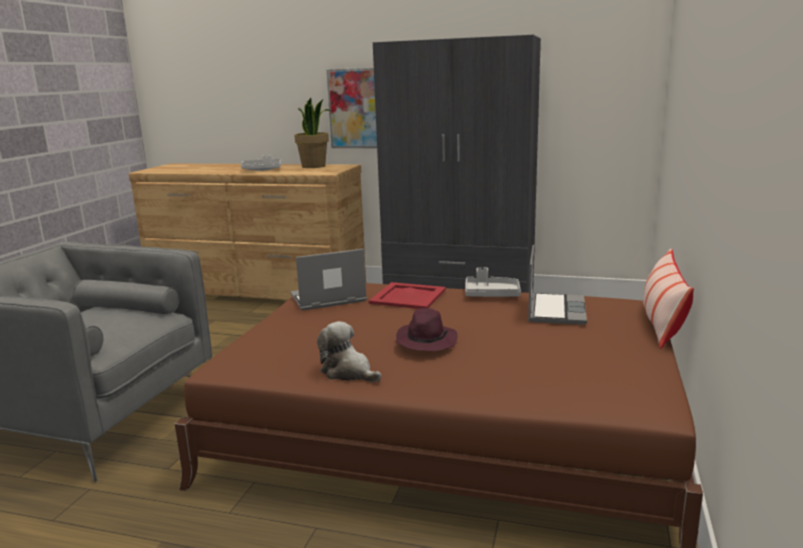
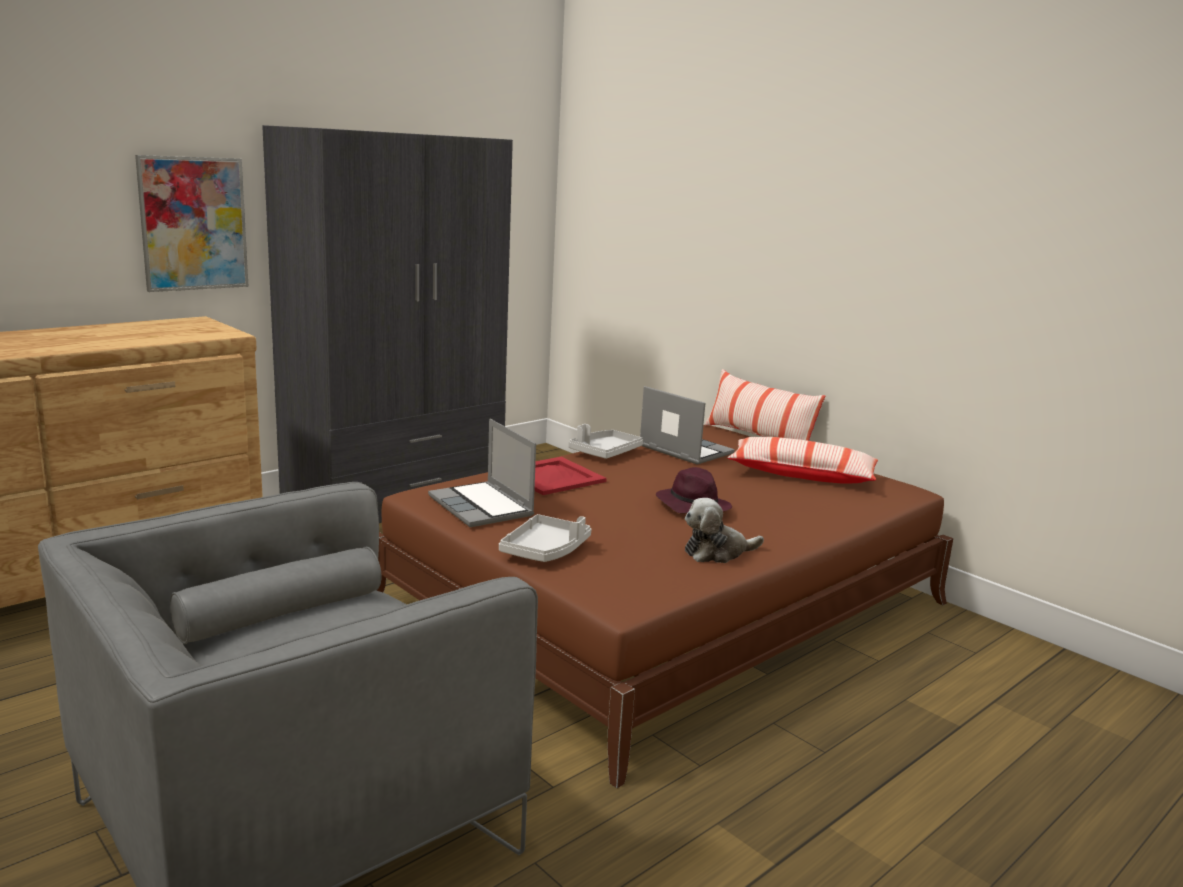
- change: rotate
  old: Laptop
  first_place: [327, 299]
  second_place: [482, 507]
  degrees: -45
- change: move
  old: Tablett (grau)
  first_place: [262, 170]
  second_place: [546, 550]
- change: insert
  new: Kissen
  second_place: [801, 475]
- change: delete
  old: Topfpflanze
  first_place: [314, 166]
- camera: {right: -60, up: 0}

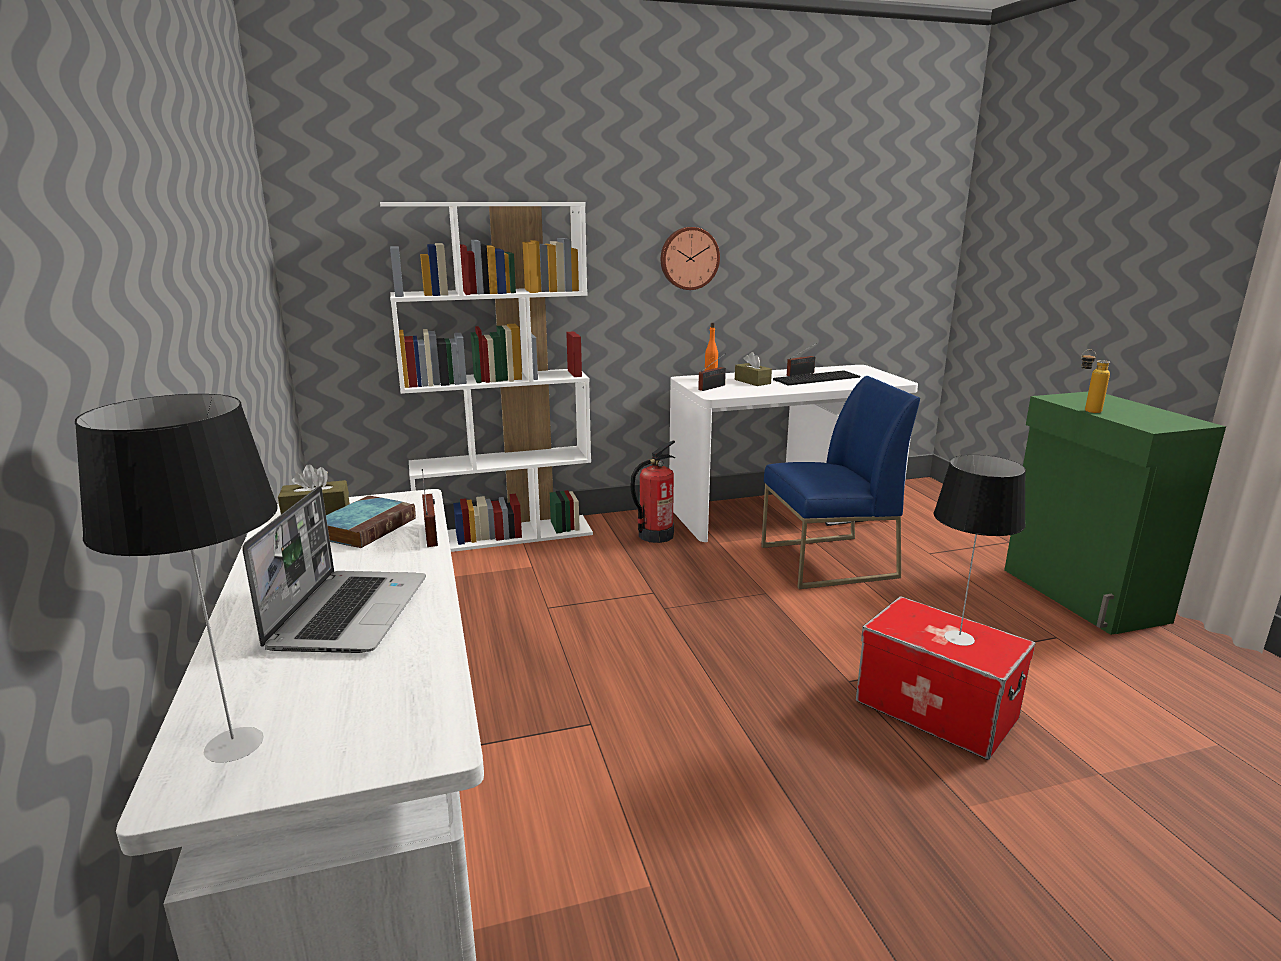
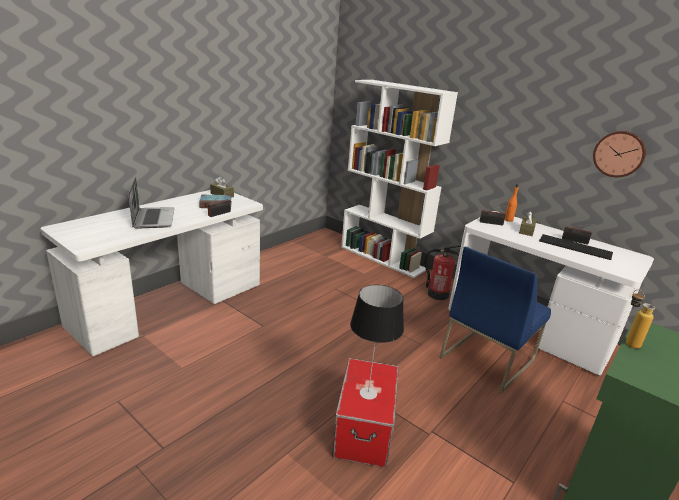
- change: rotate
  old: Laptop
  first_place: [349, 612]
  second_place: [153, 218]
  degrees: -75
- change: rotate
  old: Stuhl (blau)
  first_place: [827, 562]
  second_place: [486, 358]
  degrees: 90
- change: move
  old: Wanduhr
  first_place: [689, 258]
  second_place: [619, 154]
- change: delete
  old: Tischlampe
  first_place: [231, 746]
- camera: {right: 55, up: 5}

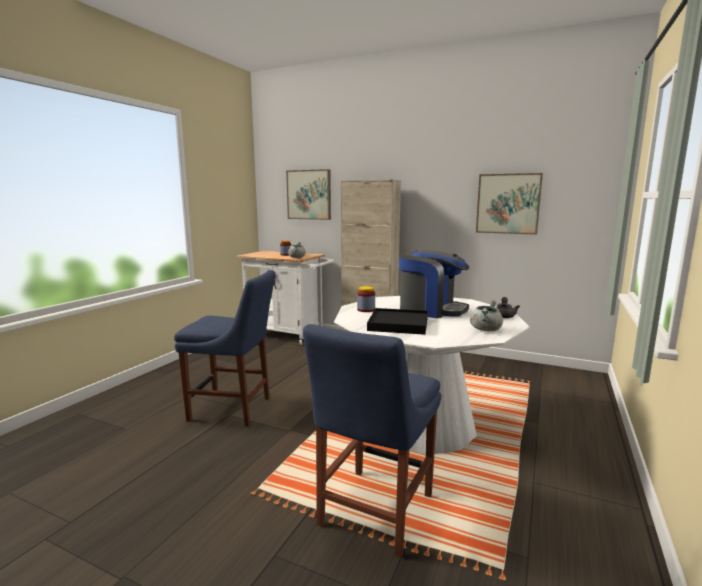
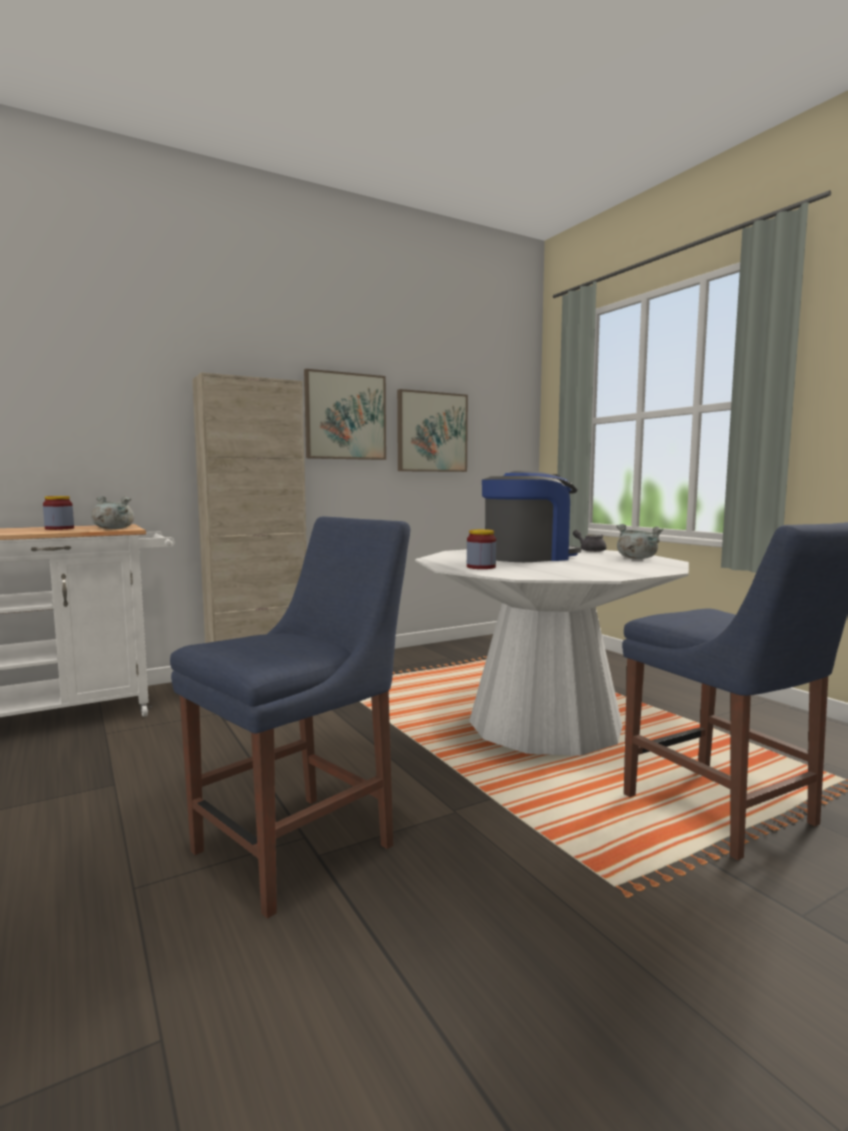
- change: move
  old: Bild
  first_place: [309, 194]
  second_place: [345, 416]
- change: delete
  old: Tablett (schwarz)
  first_place: [398, 324]
- camera: {right: -55, up: -5}

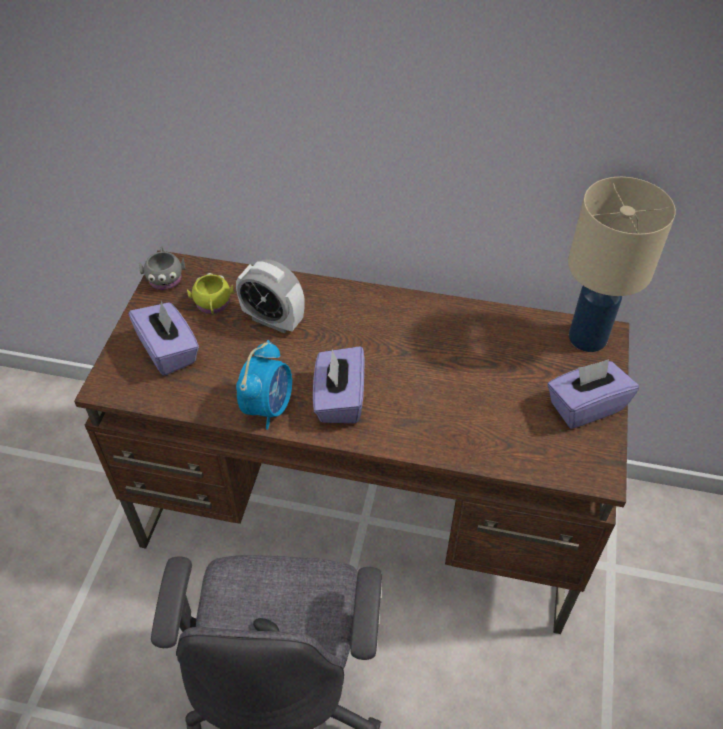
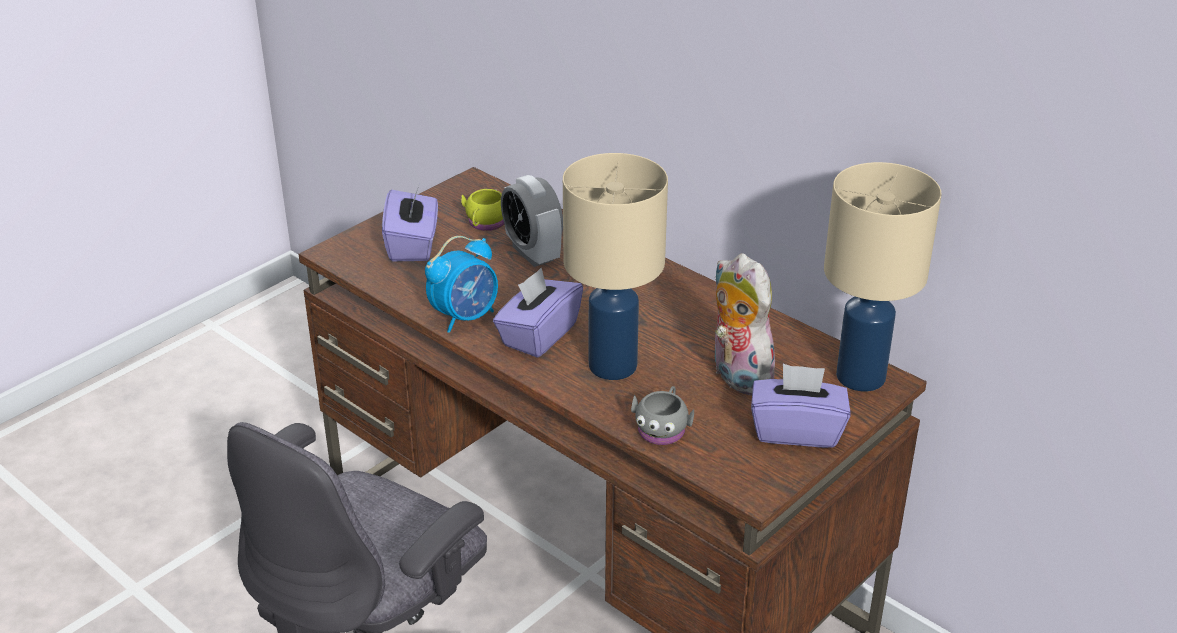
- change: insert
  new: Tischlampe (beige)
  second_place: [611, 366]
- change: move
  old: Henkelbecher (grau)
  first_place: [165, 277]
  second_place: [662, 429]
- change: insert
  new: Plüschtier
  second_place: [736, 376]
- camera: {right: 30, up: -15}

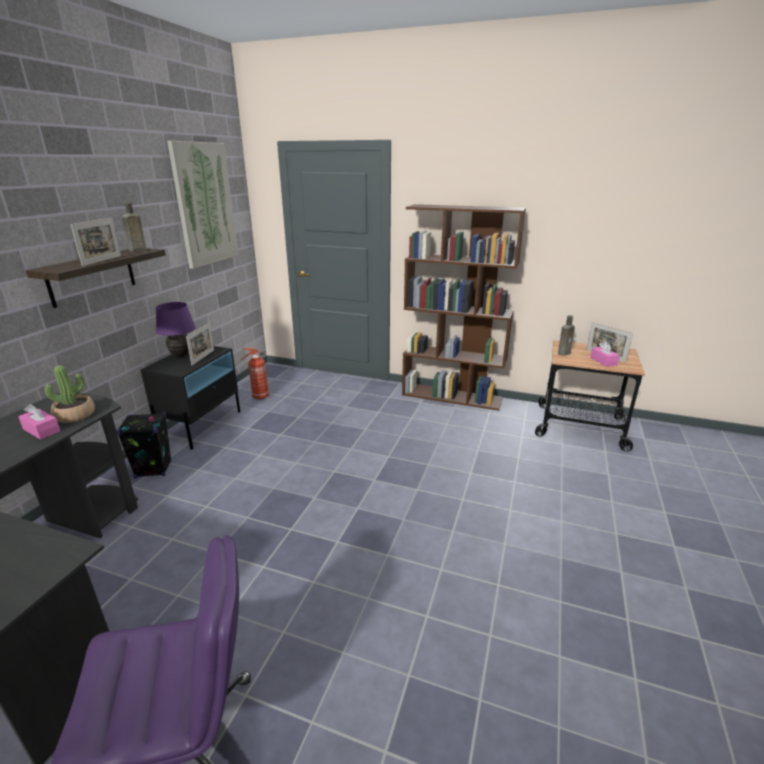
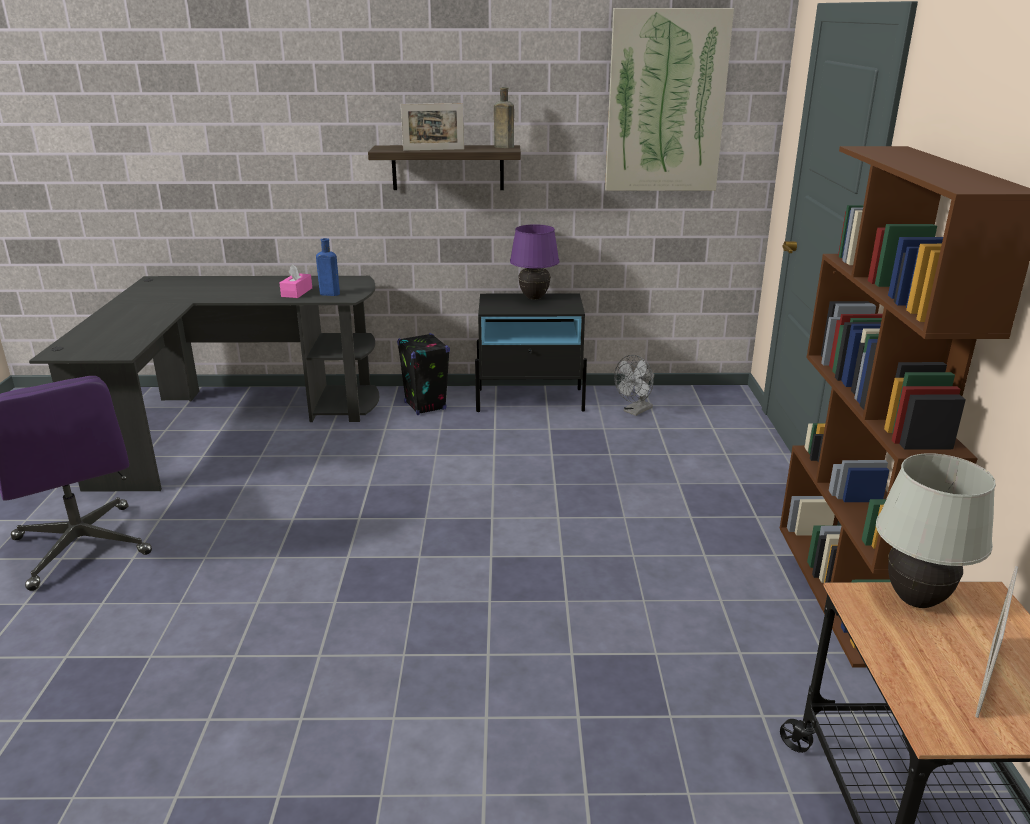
- change: replace
  old: Topfpflanze
  new: Flasche (blau)
  first_place: [75, 415]
  second_place: [328, 294]
- change: replace
  old: Feuerlöscher
  new: Ventilator (grau)
  first_place: [259, 397]
  second_place: [635, 411]
- change: replace
  old: Flasche (braun)
  new: Tischlampe (weiß)
  first_place: [564, 353]
  second_place: [915, 600]
- change: delete
  old: Bilderrahmen
  first_place: [203, 357]
- change: delete
  old: Taschentuchbox (rosa)
  first_place: [603, 361]
- camera: {right: 70, up: 0}

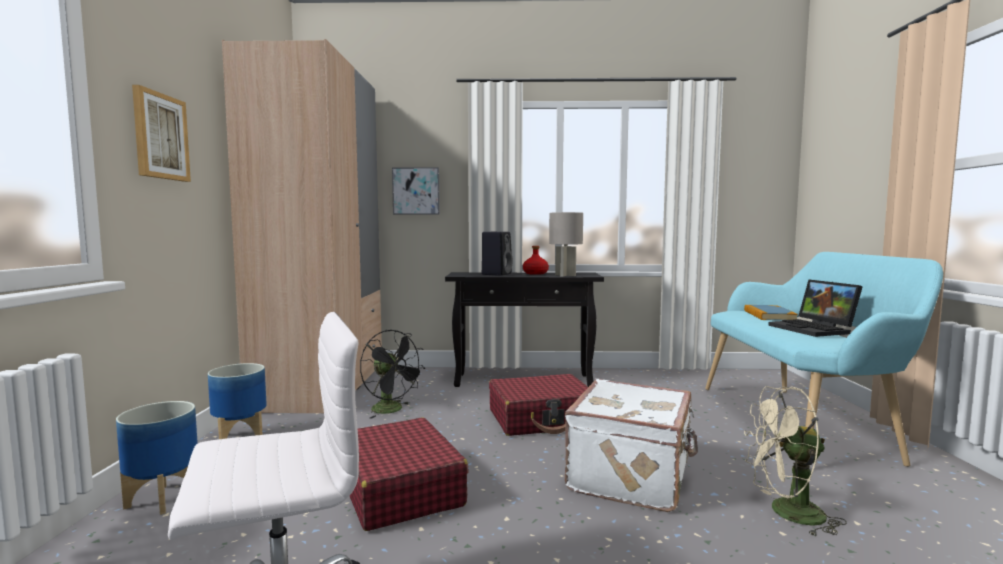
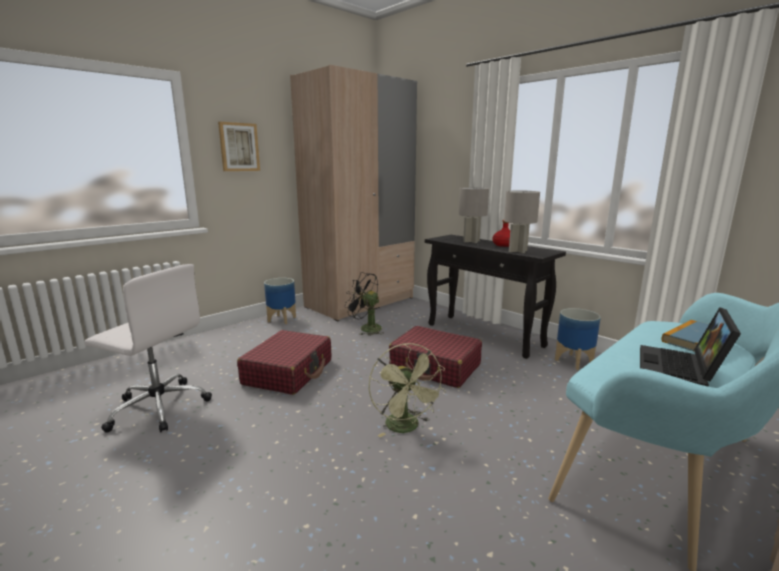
- change: rotate
  old: Ventilator (schwarz)
  first_place: [392, 410]
  second_place: [366, 328]
  degrees: 120
- change: replace
  old: Koffer (weiß)
  new: Ventilator (grün)
  first_place: [632, 476]
  second_place: [406, 428]
- change: replace
  old: Lautsprecher (schwarz)
  new: Tischlampe (grau)
  first_place: [497, 274]
  second_place: [471, 241]
- change: move
  old: Pflanzkübel
  first_place: [164, 498]
  second_place: [574, 361]
- change: delete
  old: Bild
  first_place: [416, 191]
- change: delete
  old: Ventilator (beige)
  first_place: [786, 513]
- camera: {right: 45, up: 10}

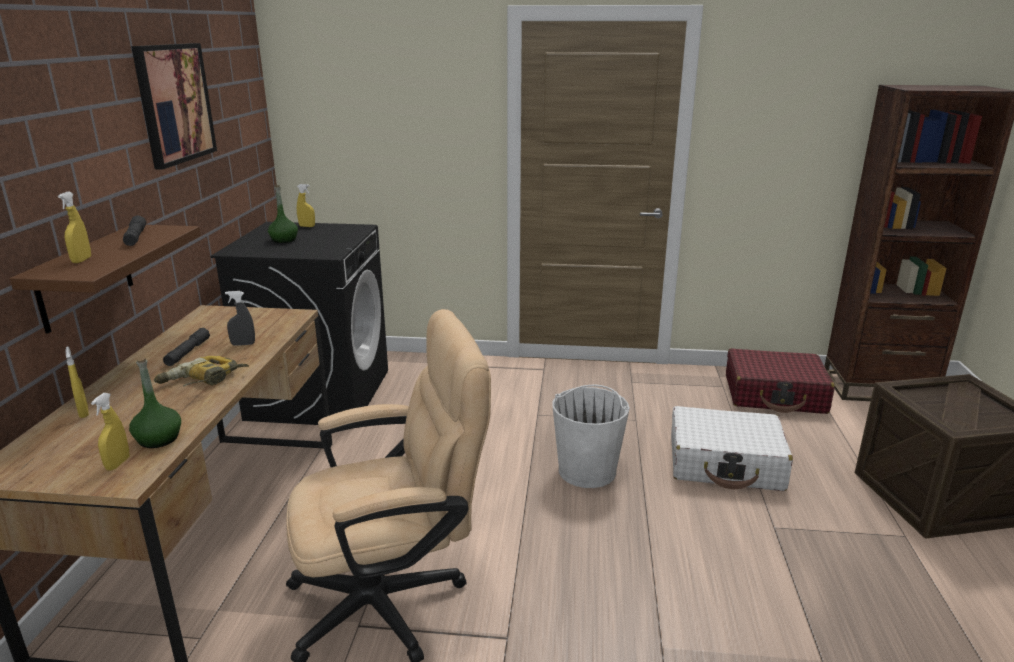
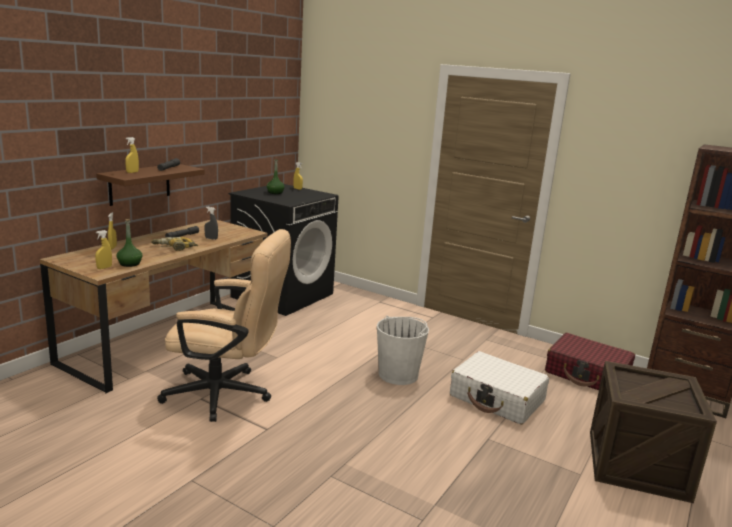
- change: delete
  old: Bild
  first_place: [174, 103]
- camera: {right: 25, up: -5}

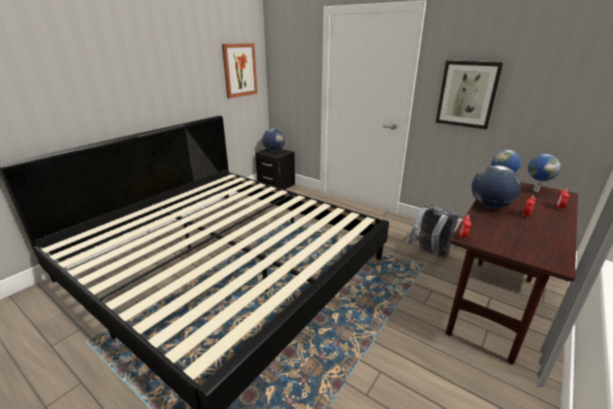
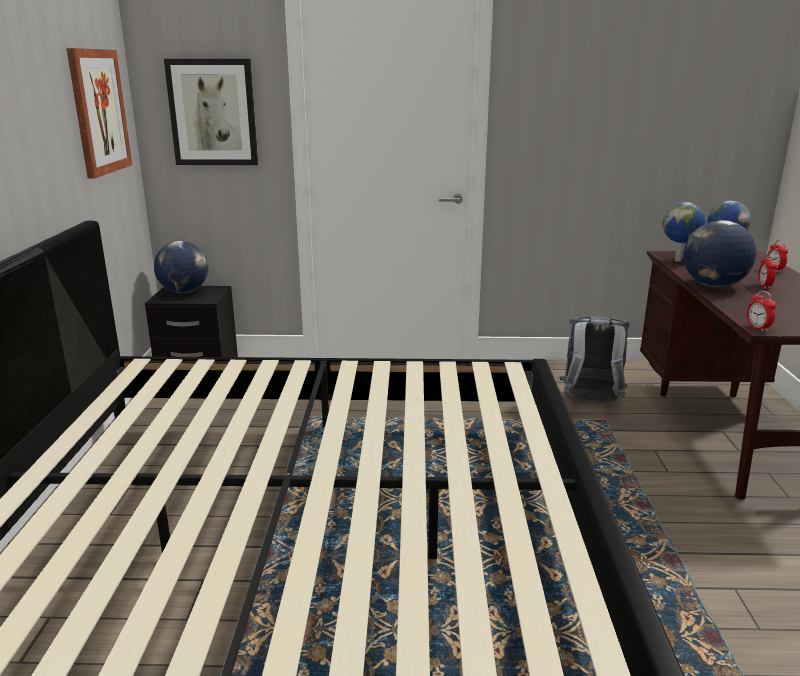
- change: move
  old: Bild
  first_place: [467, 94]
  second_place: [213, 112]
- camera: {right: -35, up: -5}

